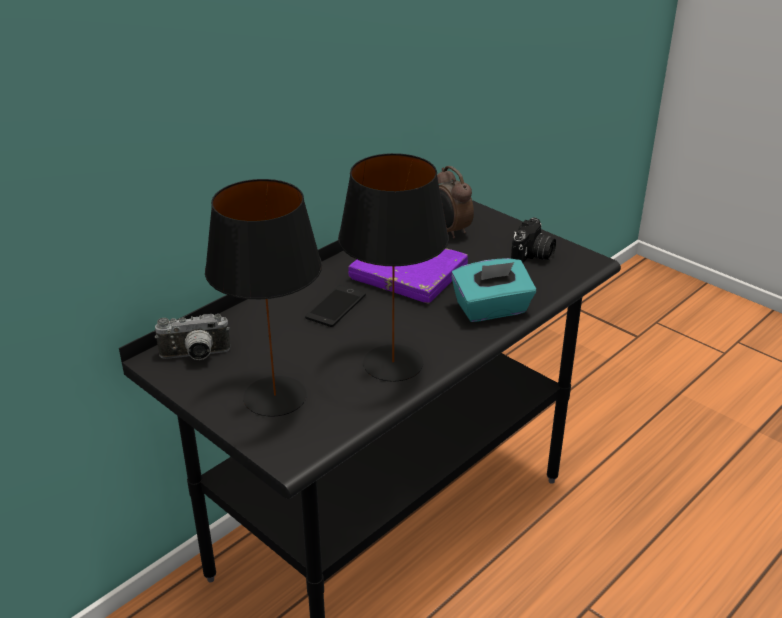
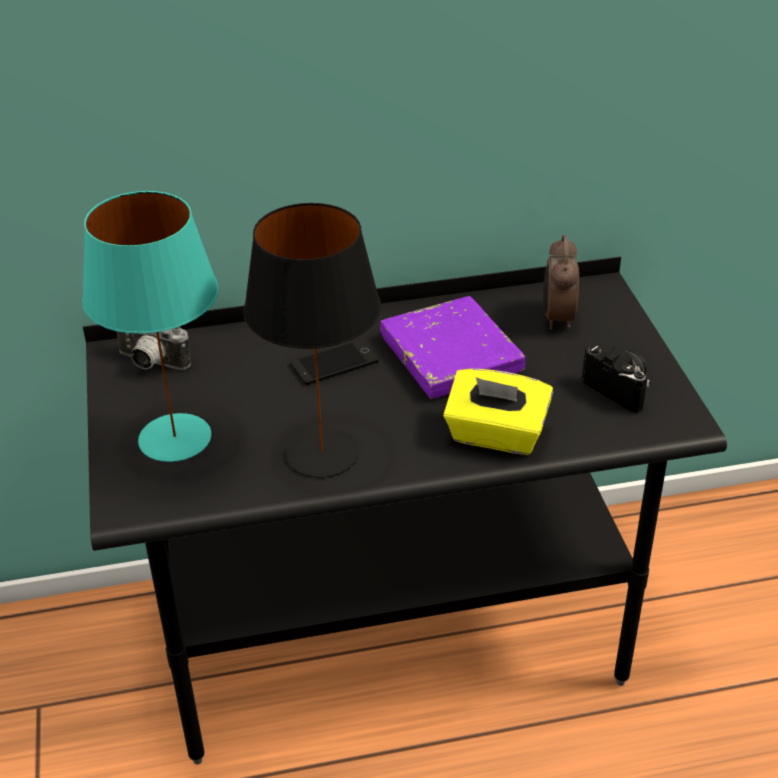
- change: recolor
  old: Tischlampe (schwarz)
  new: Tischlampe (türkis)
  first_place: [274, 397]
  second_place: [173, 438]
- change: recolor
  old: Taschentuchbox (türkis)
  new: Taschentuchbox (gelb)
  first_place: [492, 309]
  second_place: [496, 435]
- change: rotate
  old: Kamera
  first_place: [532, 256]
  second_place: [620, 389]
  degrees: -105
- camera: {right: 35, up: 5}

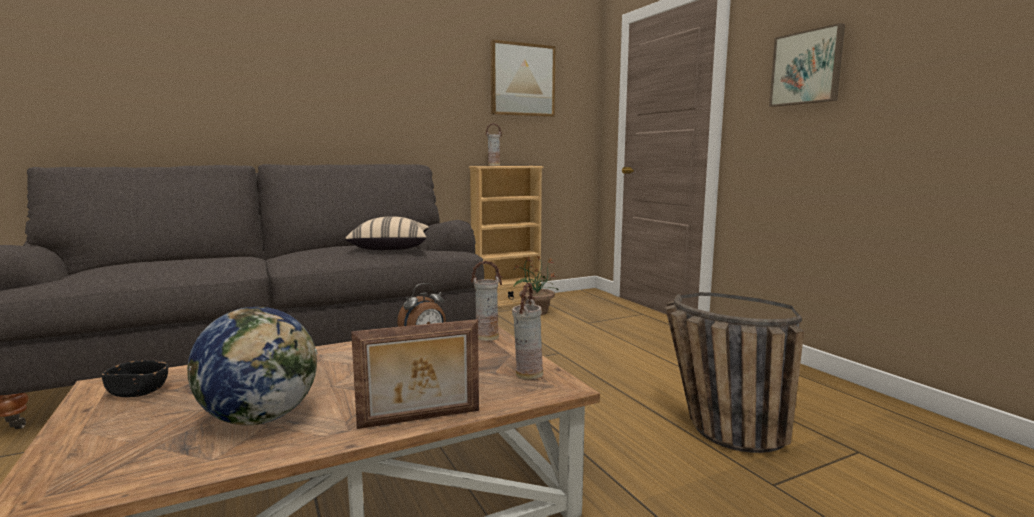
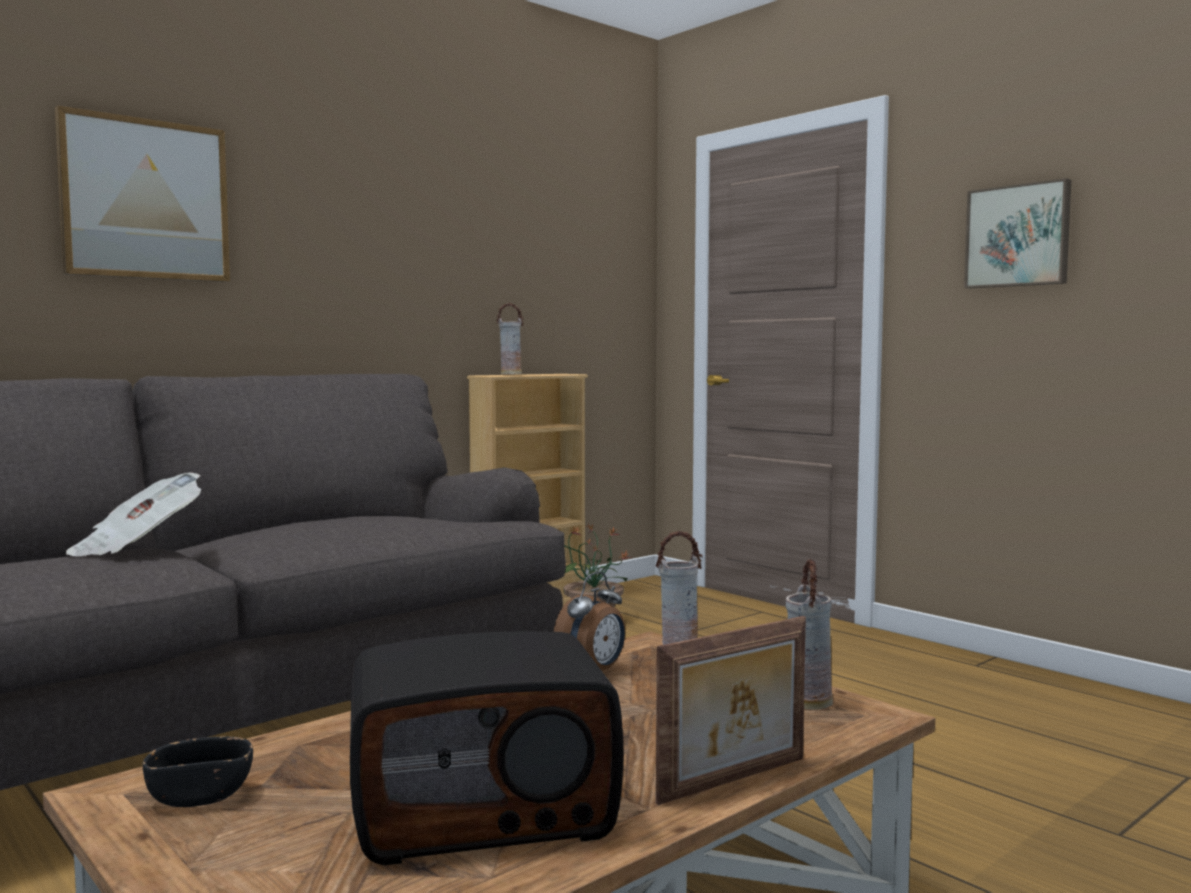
- change: move
  old: Bild
  first_place: [522, 80]
  second_place: [145, 200]
- change: insert
  new: Zeitung
  second_place: [137, 548]
- change: replace
  old: Globus
  new: Radio
  first_place: [261, 418]
  second_place: [483, 809]
- change: delete
  old: Kissen (beige)
  first_place: [390, 248]
- change: delete
  old: Korb
  first_place: [715, 429]
- camera: {right: -15, up: -5}

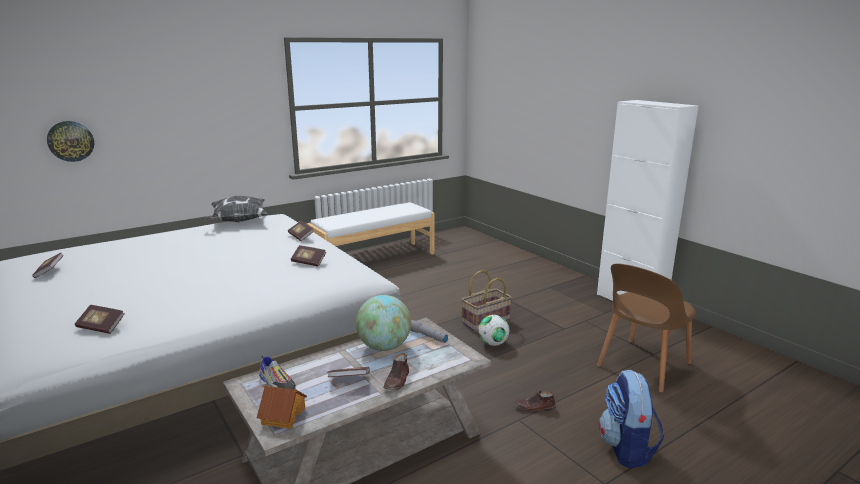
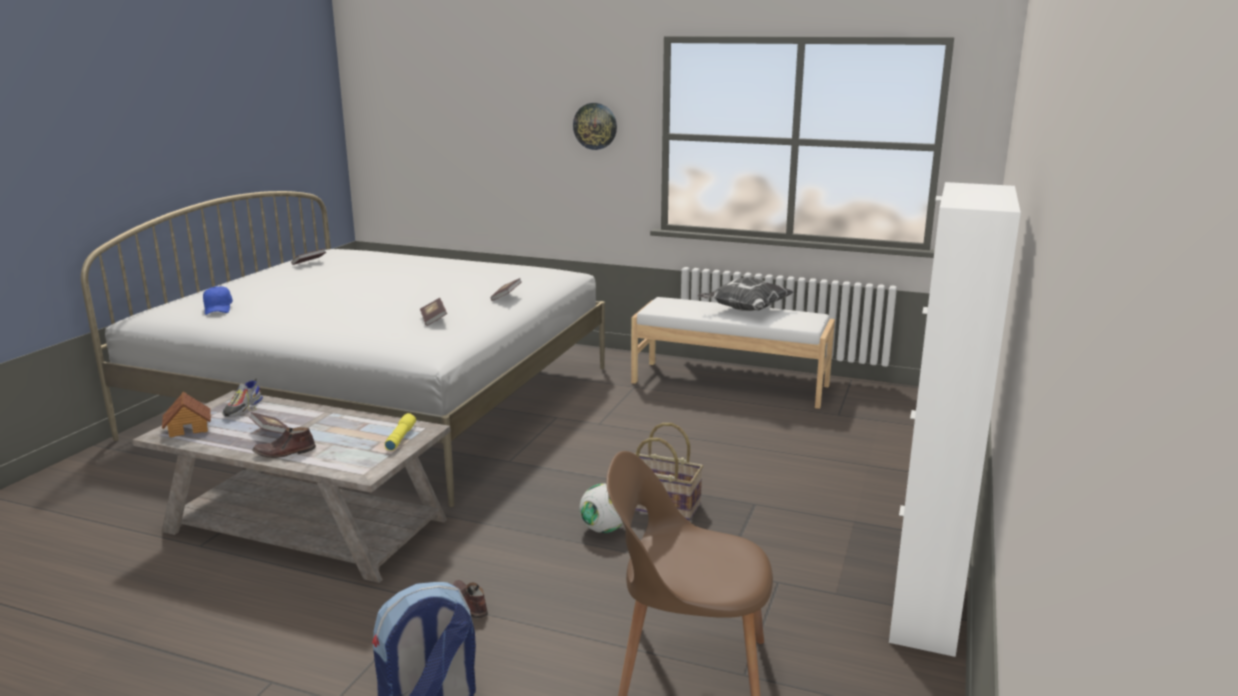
- change: replace
  old: Buch
  new: Kappe (blau)
  first_place: [101, 327]
  second_place: [218, 309]
- change: recolor
  old: Taschenlampe (grau)
  new: Taschenlampe (gelb)
  first_place: [426, 336]
  second_place: [400, 438]
- change: move
  old: Wanduhr
  first_place: [70, 141]
  second_place: [595, 126]
- change: move
  old: Kissen
  first_place: [238, 222]
  second_place: [744, 310]
- change: delete
  old: Globus
  first_place: [384, 347]
- camera: {right: 55, up: 0}

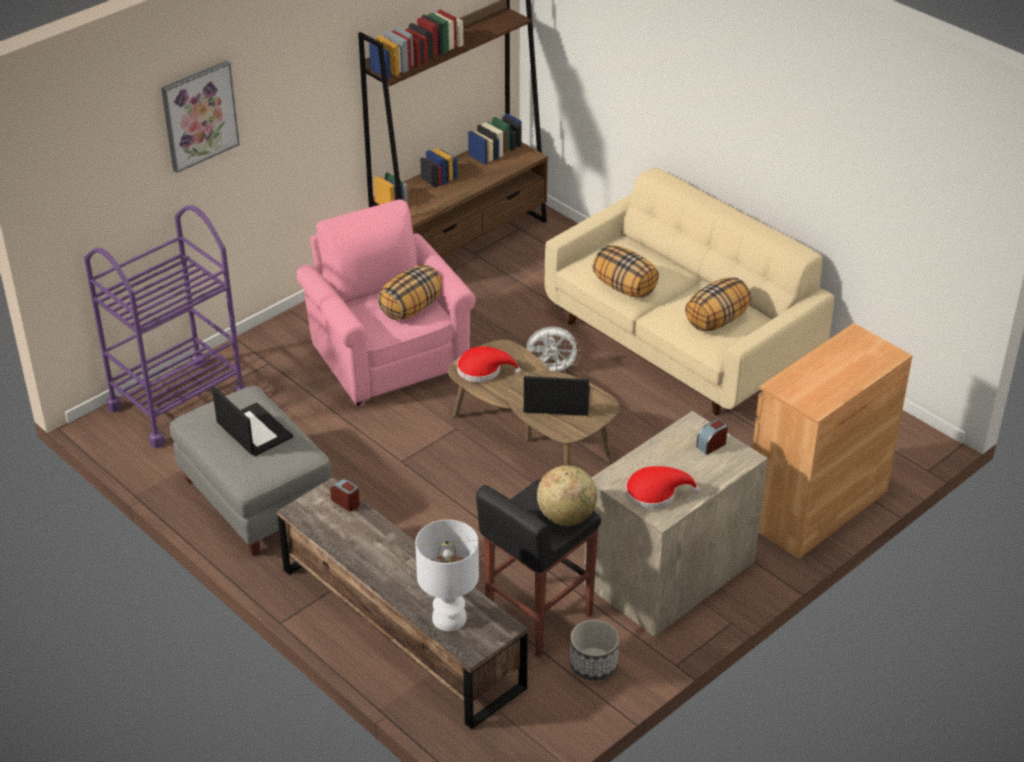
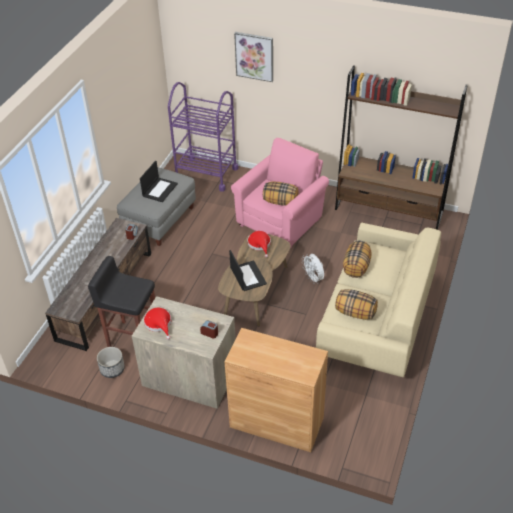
- change: delete
  old: Tischlampe (weiß)
  first_place: [448, 617]
- change: delete
  old: Globus
  first_place: [566, 517]
- camera: {right: 65, up: 5}

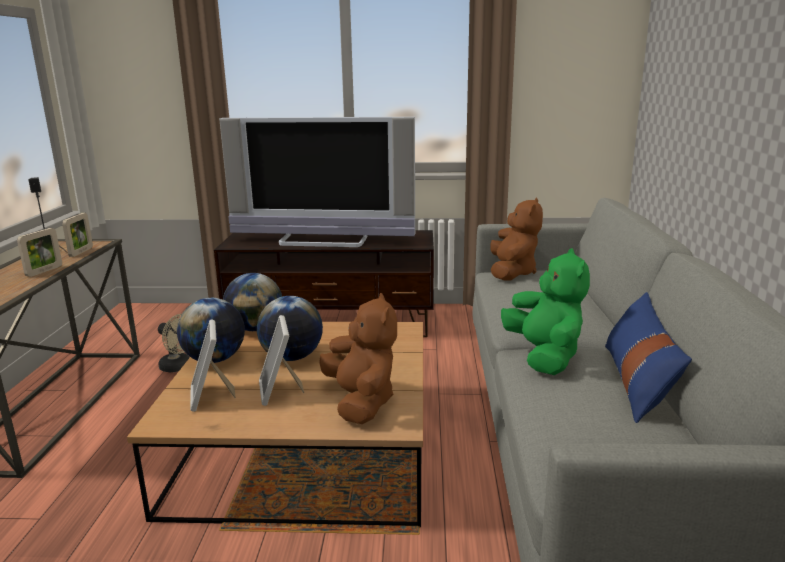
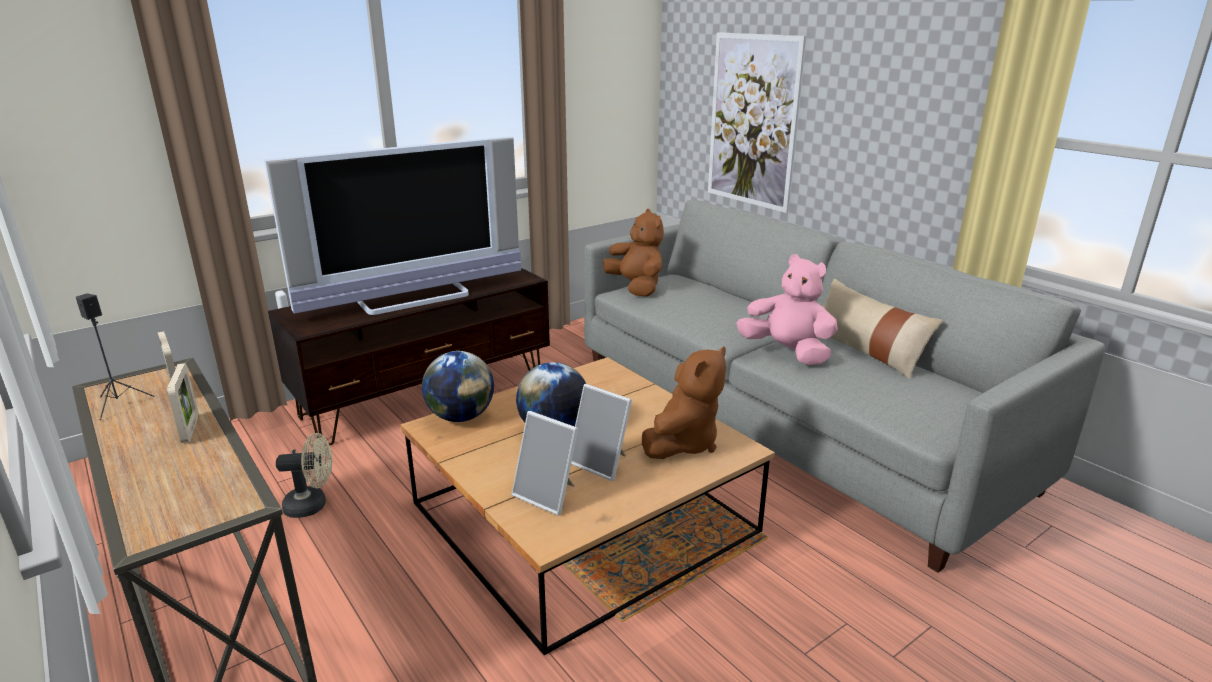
- change: rotate
  old: Plüschtier (braun)
  first_place: [361, 402]
  second_place: [683, 443]
  degrees: 90
- change: insert
  new: Bild
  second_place: [752, 121]
- change: recolor
  old: Plüschtier (grün)
  new: Plüschtier (rosa)
  first_place: [544, 356]
  second_place: [787, 352]
- change: recolor
  old: Kissen (blau)
  new: Kissen (beige)
  first_place: [638, 382]
  second_place: [866, 351]
- change: delete
  old: Globus
  first_place: [215, 359]
- camera: {right: -40, up: 5}

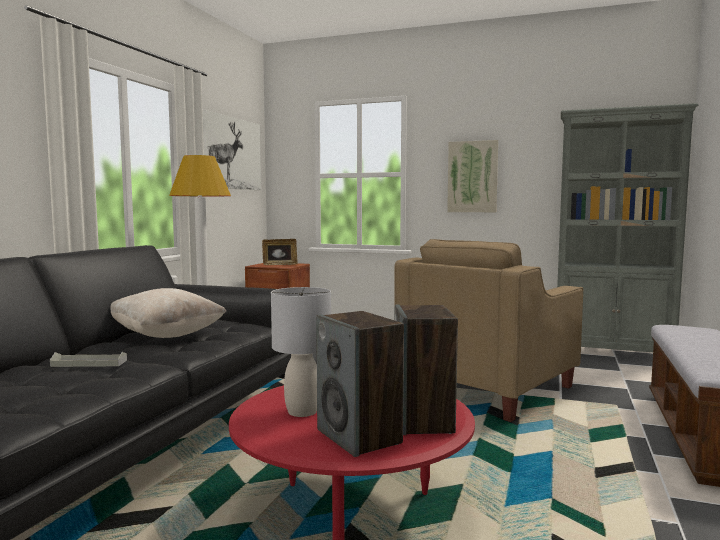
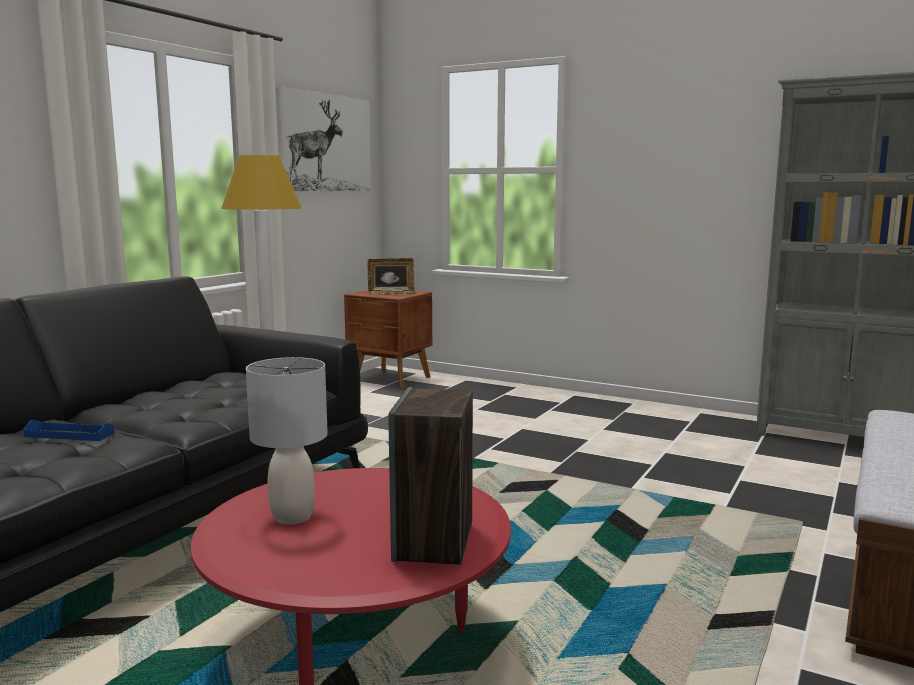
- change: recolor
  old: Tablett (grau)
  new: Tablett (blau)
  first_place: [89, 363]
  second_place: [69, 435]
- change: delete
  old: Kissen (beige)
  first_place: [166, 336]
- change: delete
  old: Lautsprecher
  first_place: [359, 437]
- change: delete
  old: Sessel (beige)
  first_place: [487, 389]
- change: delete
  old: Bild
  first_place: [472, 177]
- camera: {right: 10, up: 5}

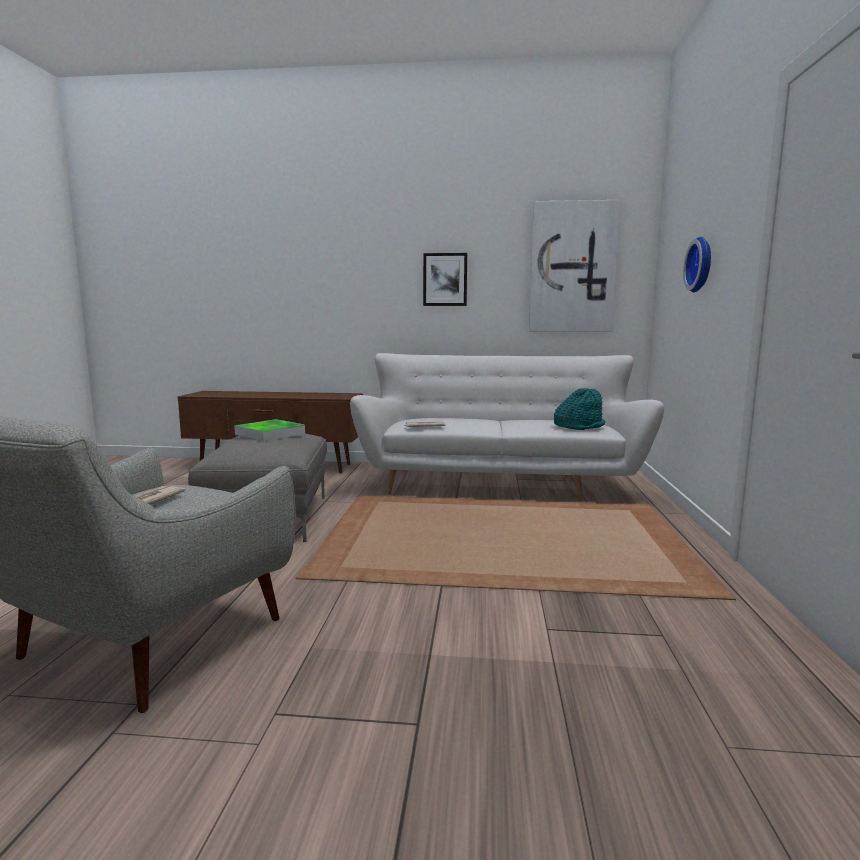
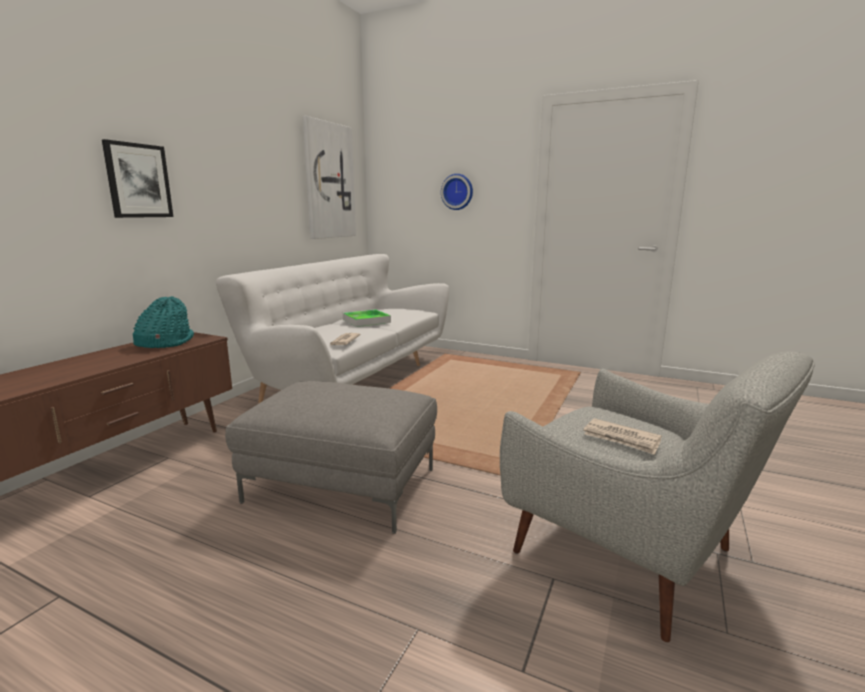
- change: move
  old: Bild
  first_place: [445, 279]
  second_place: [138, 181]
- change: move
  old: Hut (türkis)
  first_place: [578, 426]
  second_place: [164, 342]
- change: move
  old: Tablett
  first_place: [270, 434]
  second_place: [366, 321]
- camera: {right: -70, up: 5}

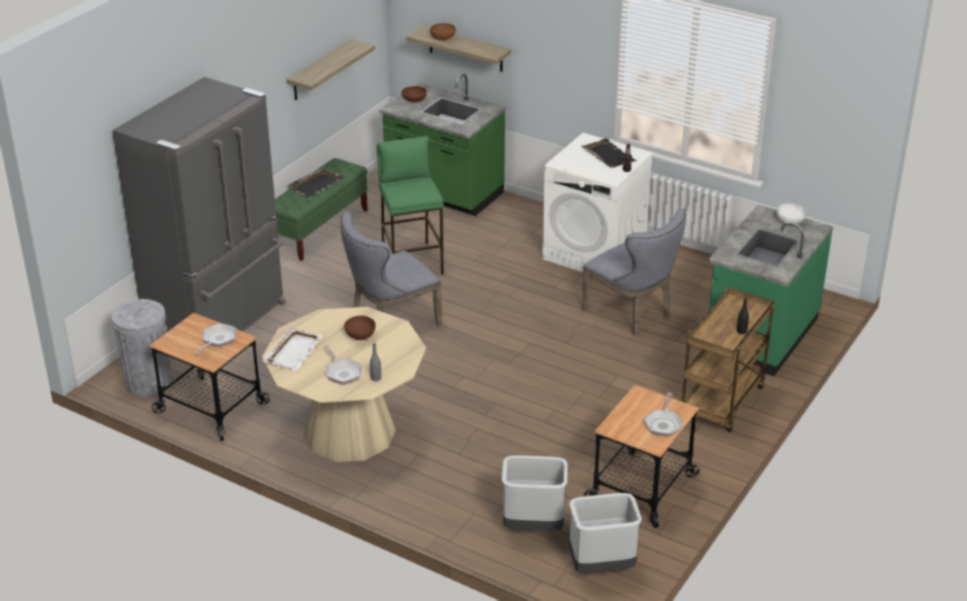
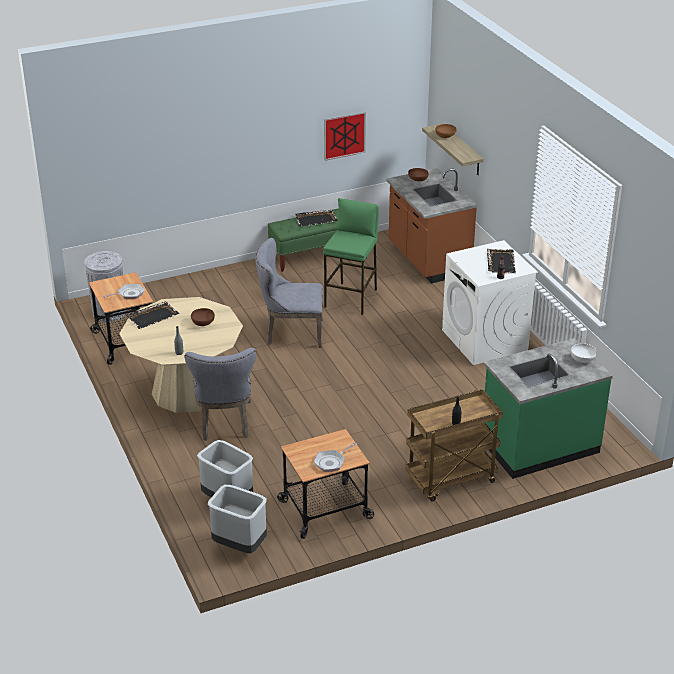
- change: recolor
  old: Tablett (weiß)
  new: Tablett (schwarz)
  first_place: [293, 351]
  second_place: [153, 316]
- change: move
  old: Stuhl (grau)
  first_place: [632, 314]
  second_place: [224, 423]
- change: replace
  old: Wandregal
  new: Bild
  first_place: [320, 70]
  second_place: [344, 135]
- change: recolor
  old: Küchenzeile (grün)
  new: Küchenzeile (braun)
  first_place: [444, 193]
  second_place: [427, 260]
- change: delete
  old: Kühlschrank (grau)
  first_place: [219, 321]
- change: delete
  old: Pfanne
  first_place: [342, 372]
- camera: {right: 35, up: 0}

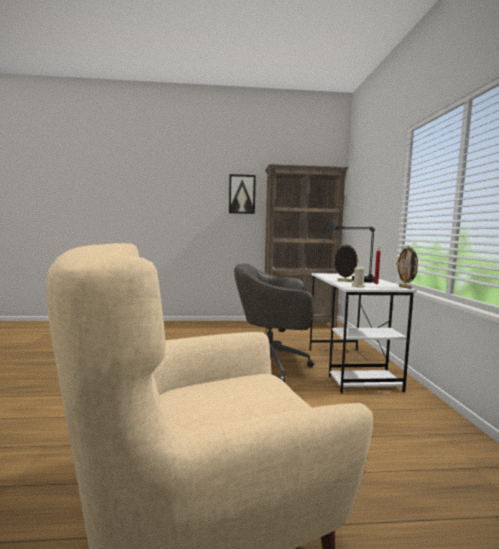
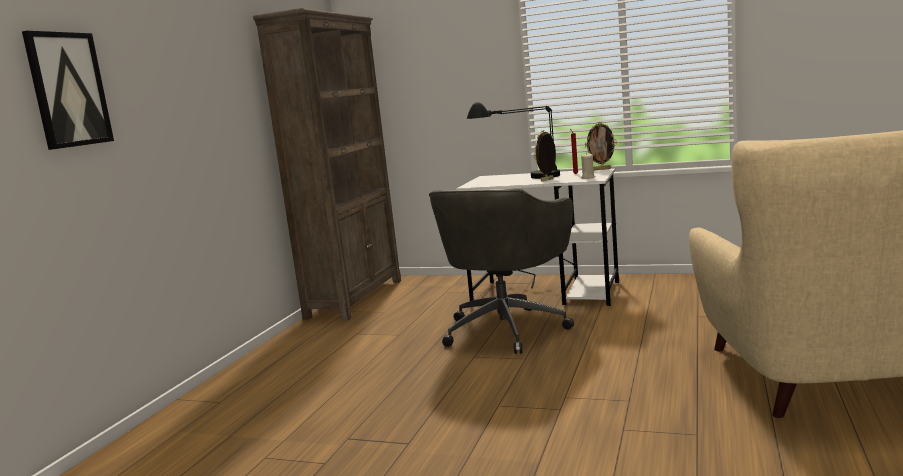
- change: move
  old: Bild
  first_place: [242, 194]
  second_place: [68, 90]
- camera: {right: -65, up: 5}

